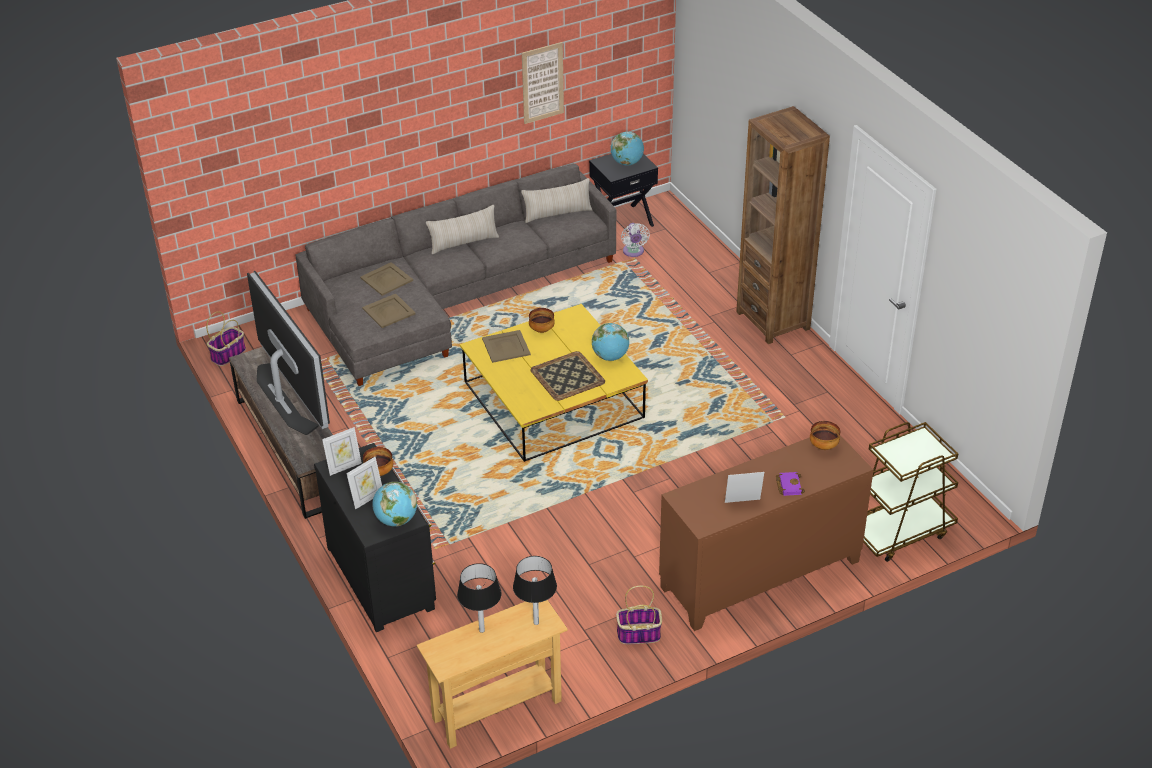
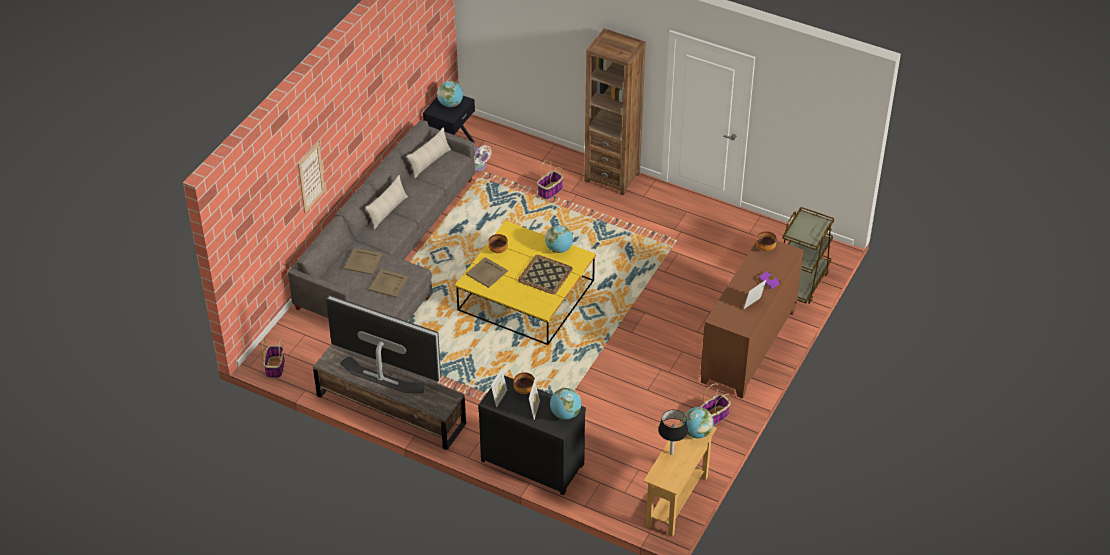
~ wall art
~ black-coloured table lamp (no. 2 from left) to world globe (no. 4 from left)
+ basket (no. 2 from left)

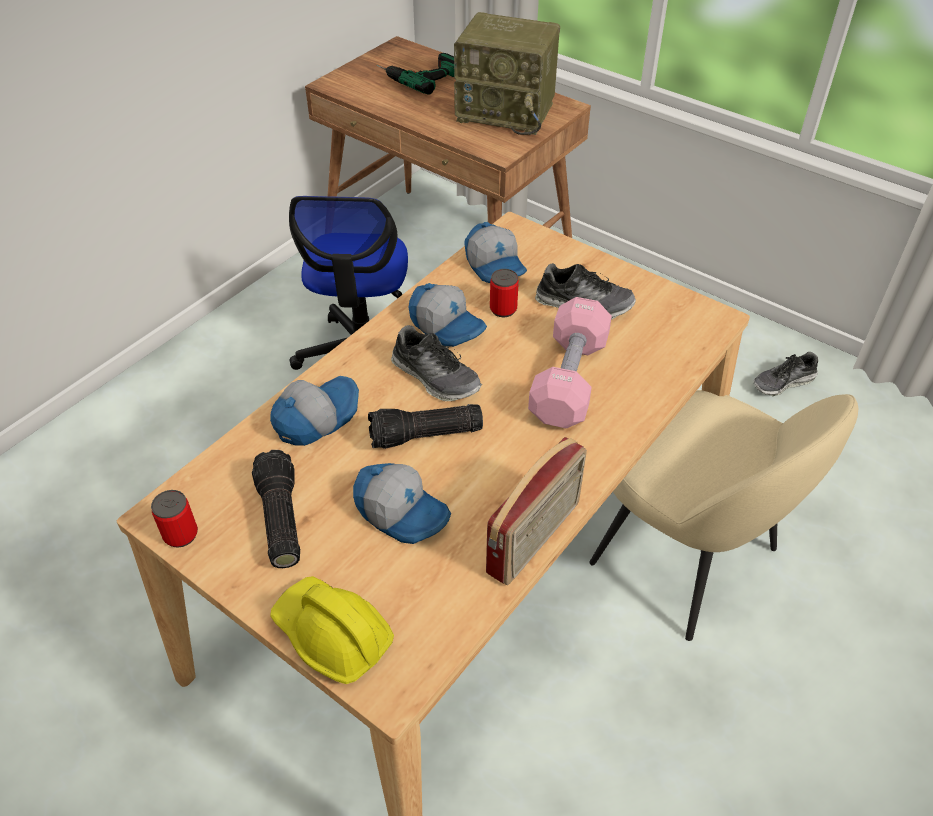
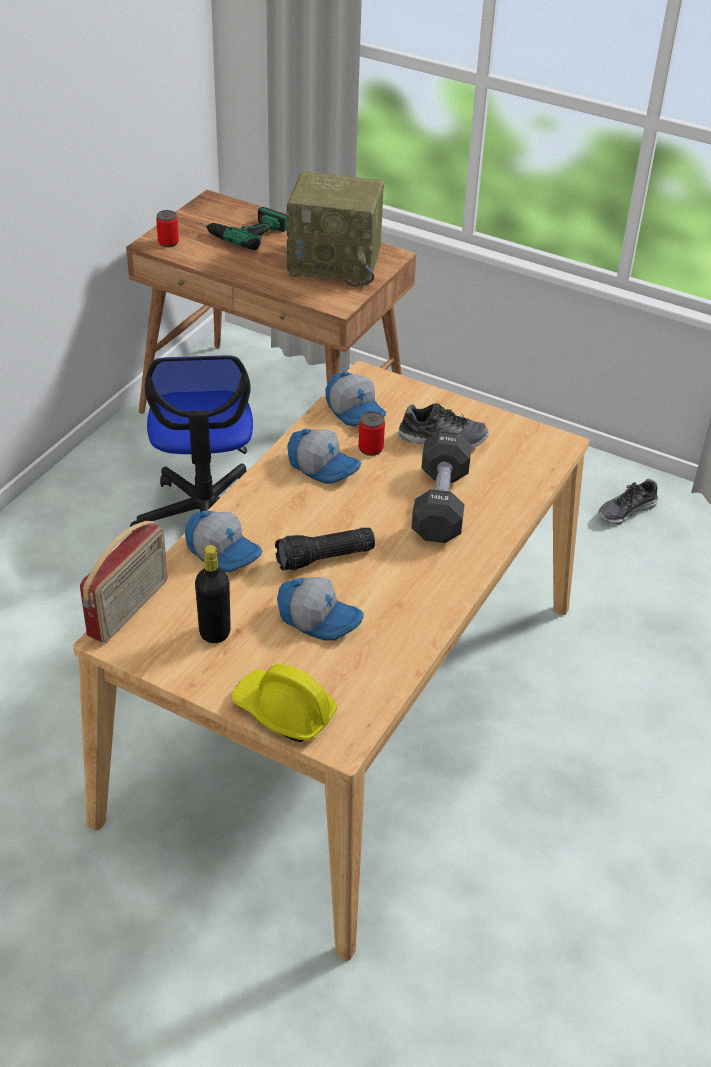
~ pink free weight to black-coloured free weight
- low shoe (no. 1 from left)
~ peaked cap (no. 1 from left) 90 degrees clockwise
- sand-coloured chair
~ radio set (no. 2 from left in the first image) to radio set (no. 1 from left)
~ torch (no. 1 from left) to black-coloured bottle
~ can (no. 1 from left)

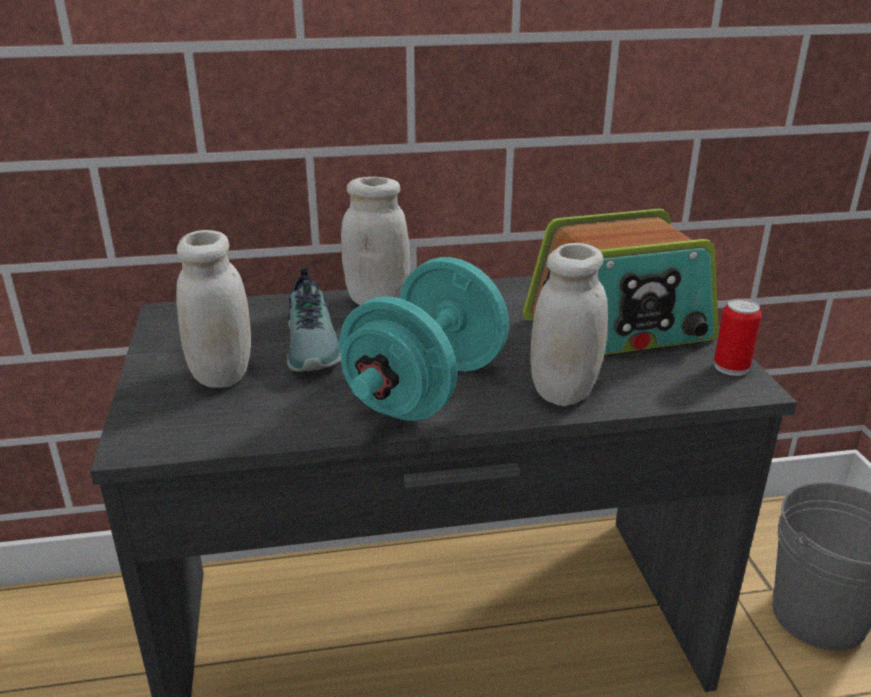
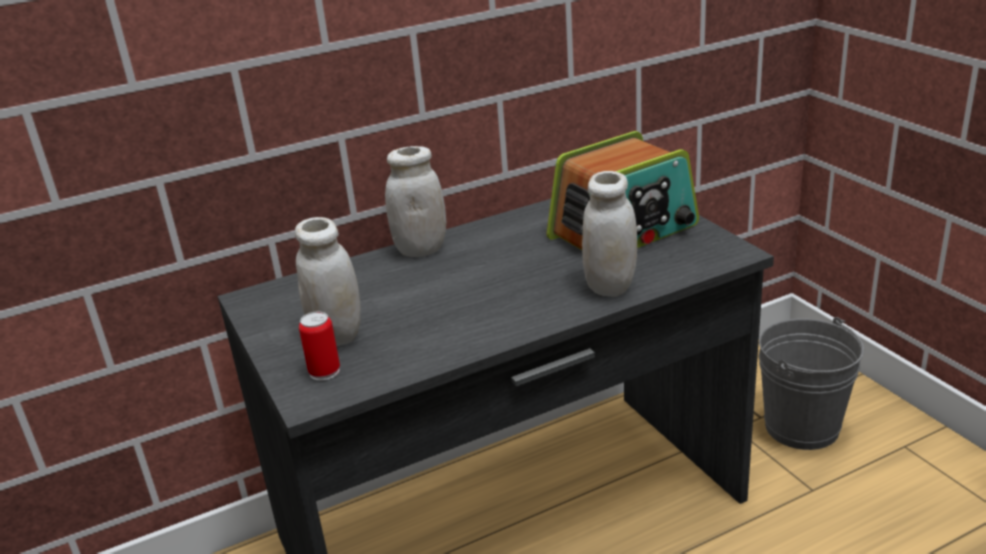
- blue-green free weight
- low shoe
~ can

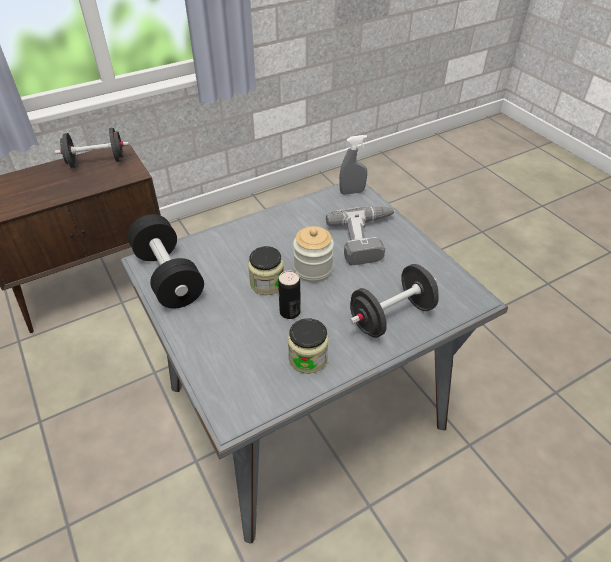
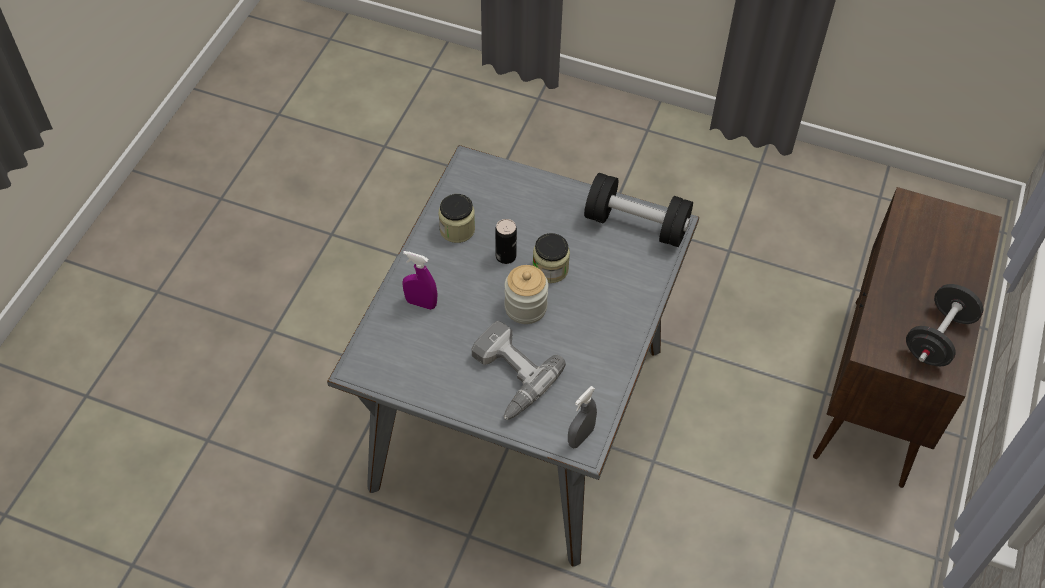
~ black-coloured free weight (no. 3 from left) to purple-coloured hand sprayer

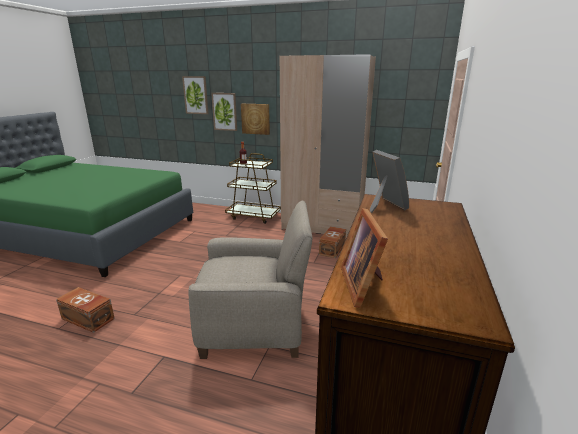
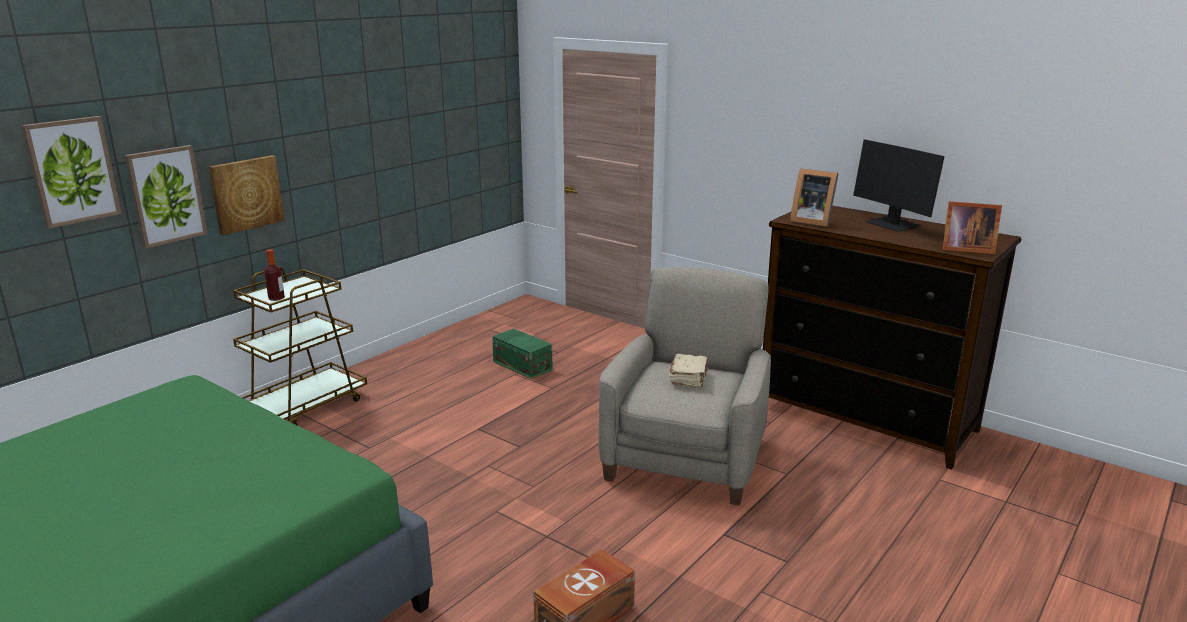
- sand-coloured armoire
~ standing frame (no. 2 from left in the first image) 150 degrees counterclockwise
~ brownish storage box (no. 2 from left) to greenish storage box
+ computer display
+ sand-coloured book

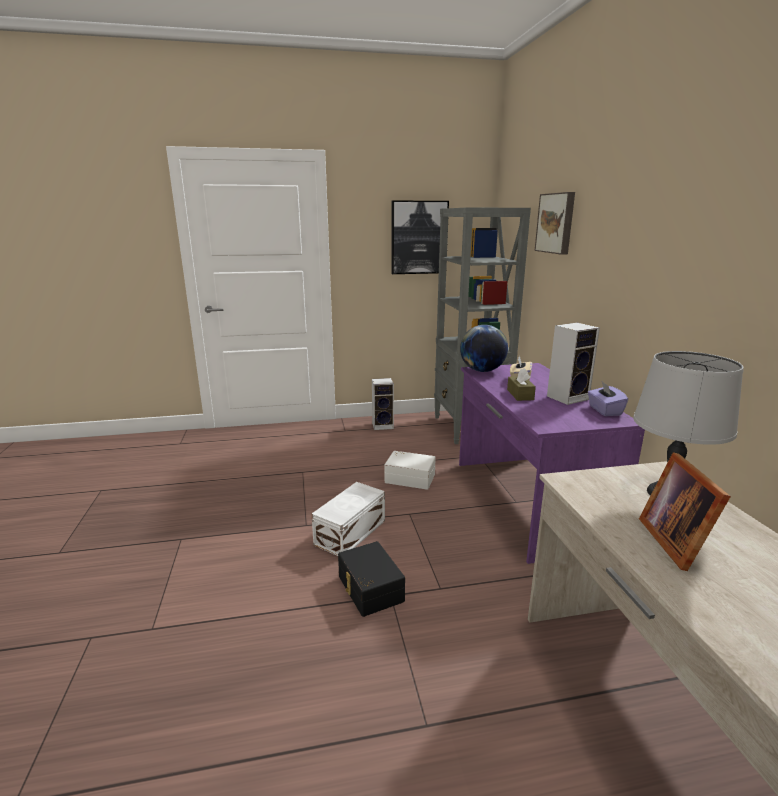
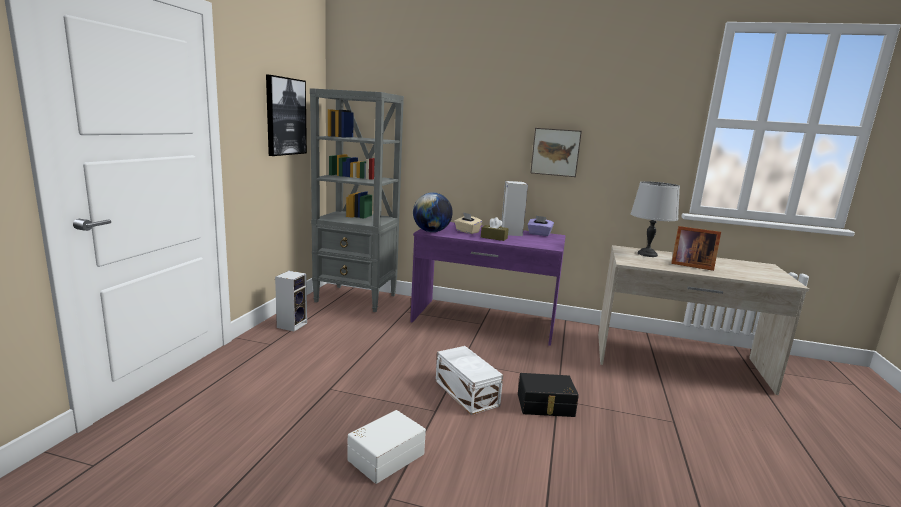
~ wall art (no. 2 from left)
~ whitish storage box (no. 2 from left in the first image) to whitish storage box (no. 1 from left)

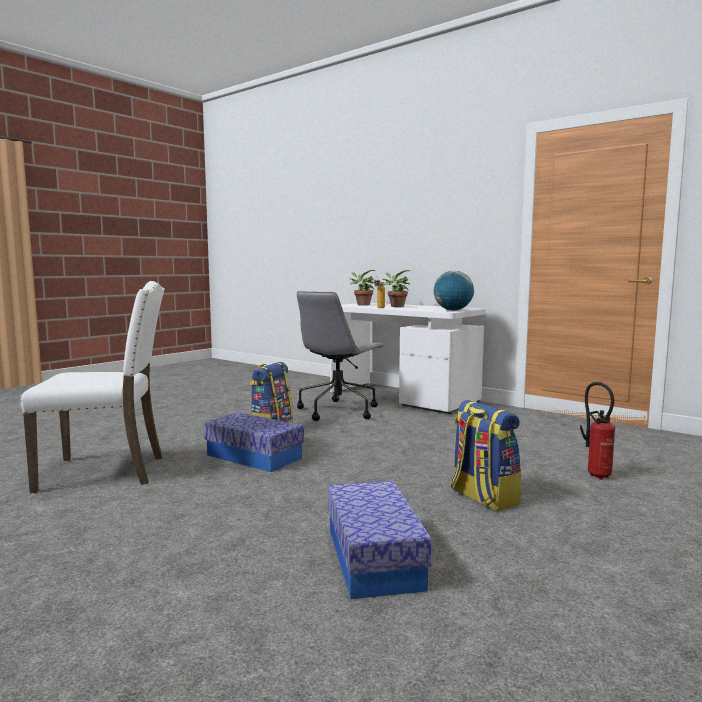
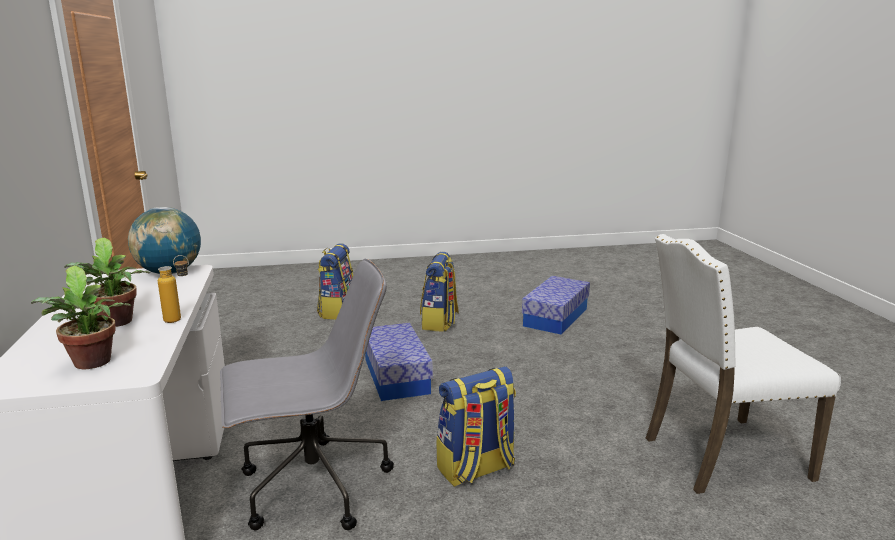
~ whitish chair 45 degrees counterclockwise
~ fire extinguisher to knapsack (no. 1 from left)
~ storage box (no. 1 from left)

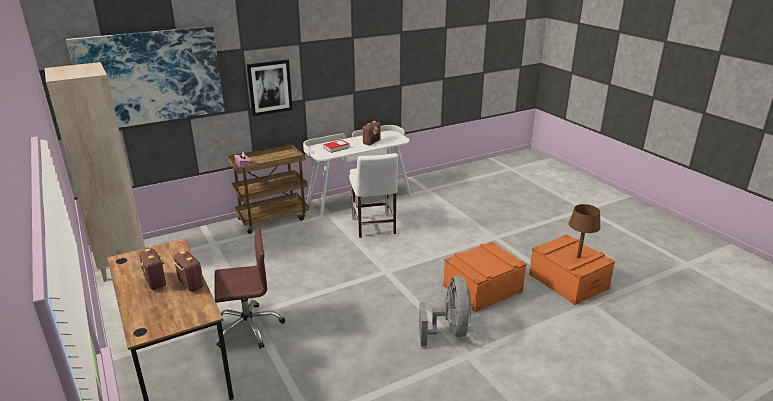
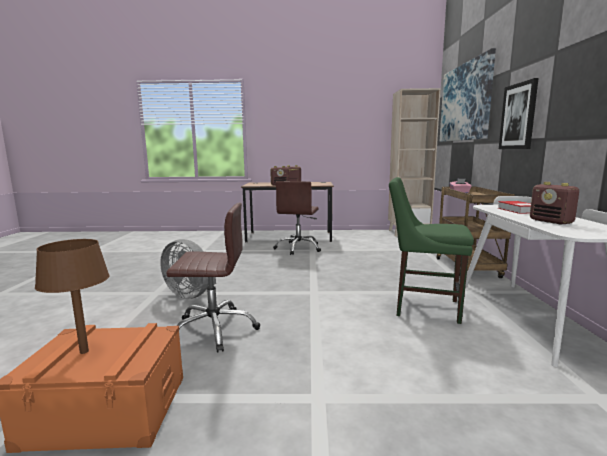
~ whitish chair to greenish chair
~ orange storage box (no. 1 from left) to brownish desk chair (no. 1 from left)

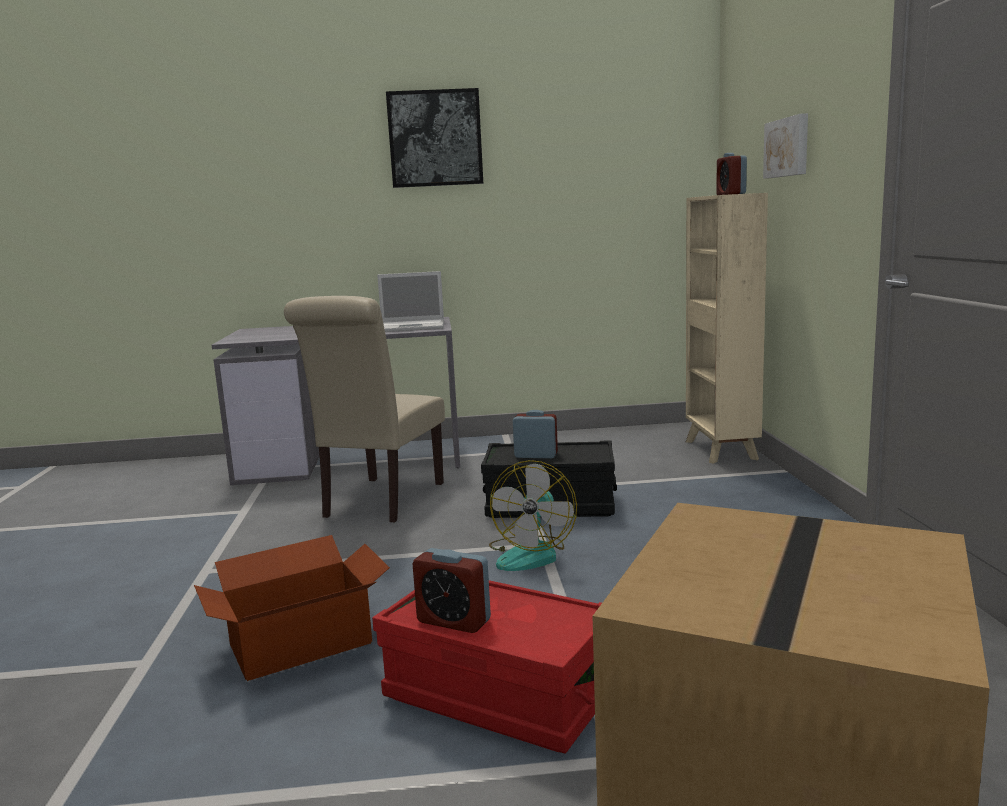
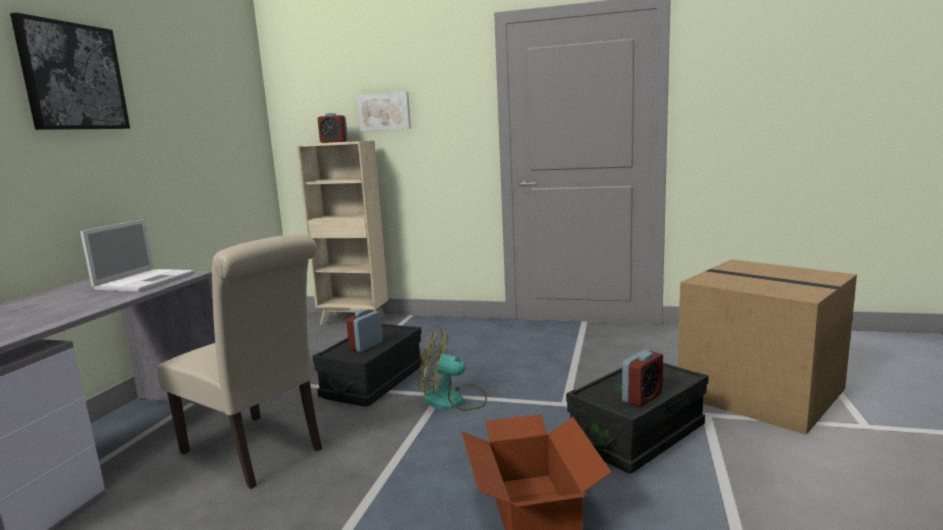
~ fan 150 degrees clockwise
~ reddish storage box to black-coloured storage box (no. 2 from left)

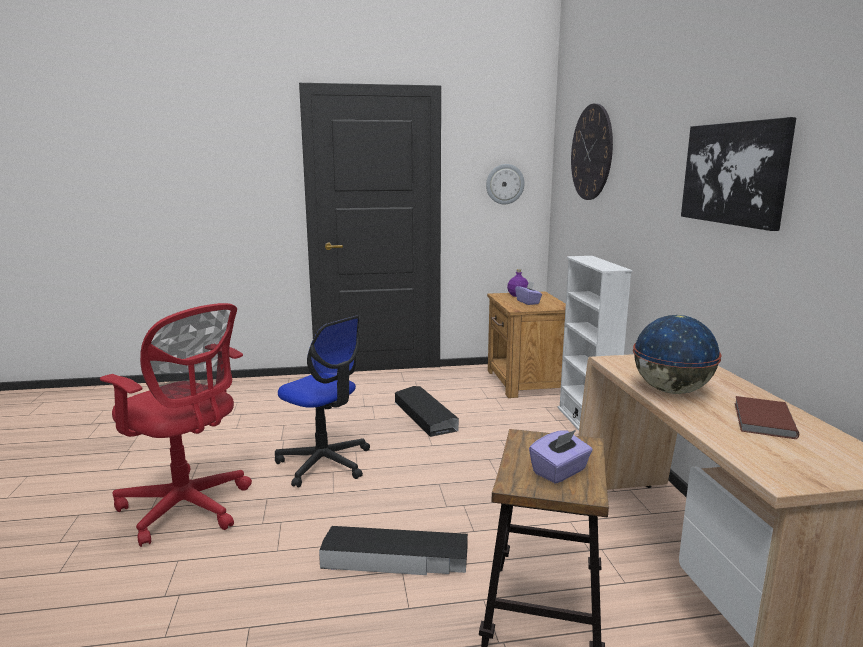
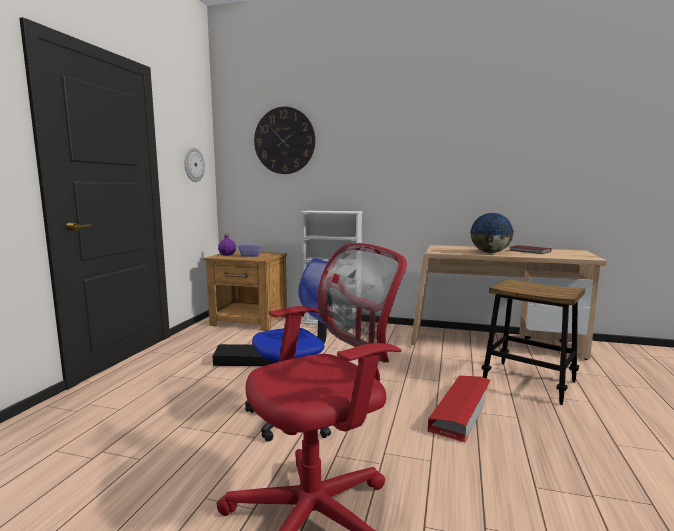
- wall art
- purple-coloured tissue holder (no. 2 from left)
~ black-coloured storage box (no. 1 from left) to reddish storage box

